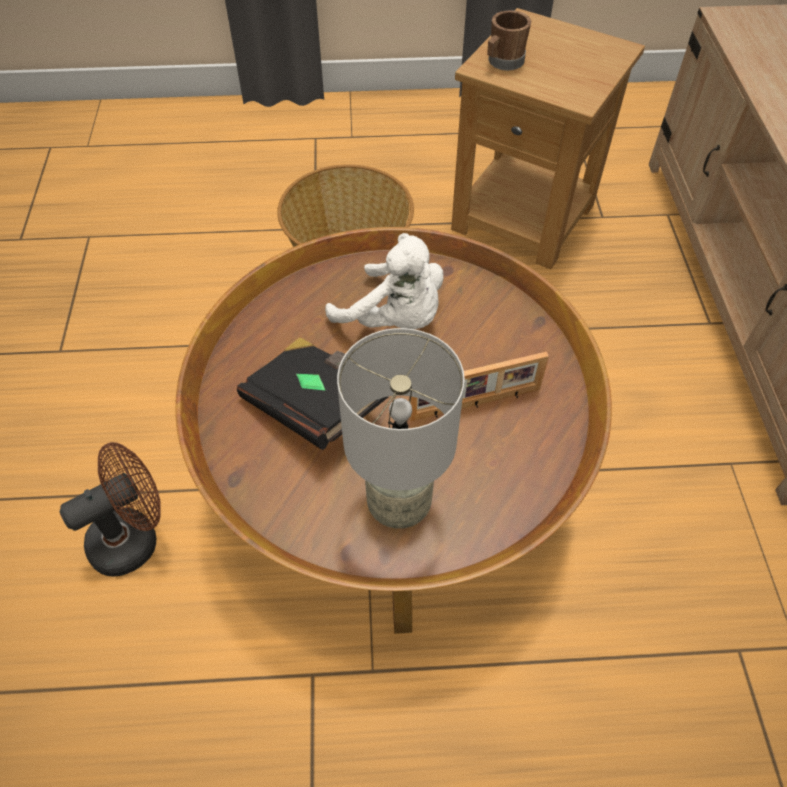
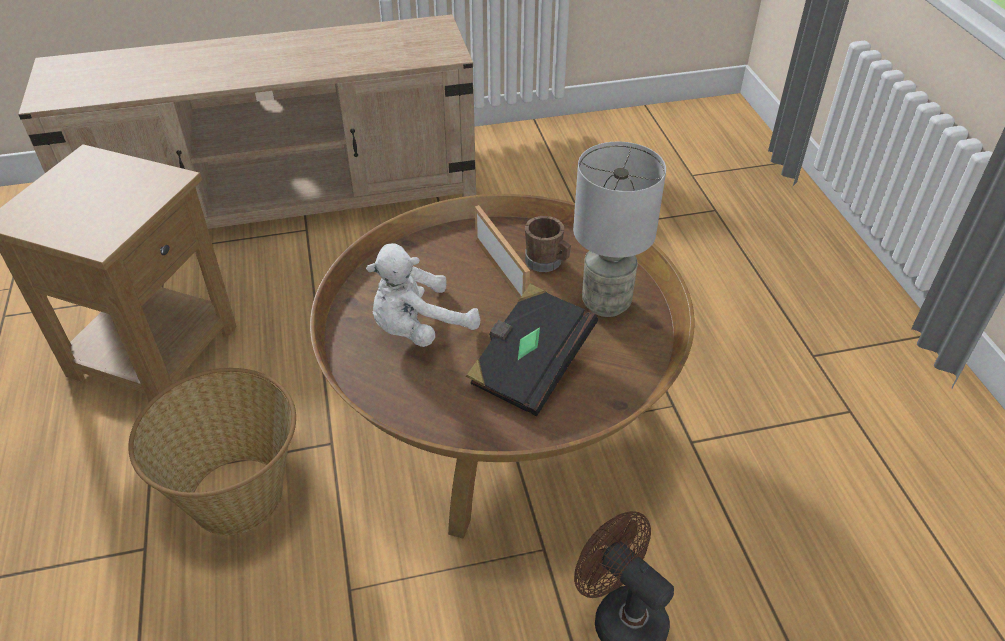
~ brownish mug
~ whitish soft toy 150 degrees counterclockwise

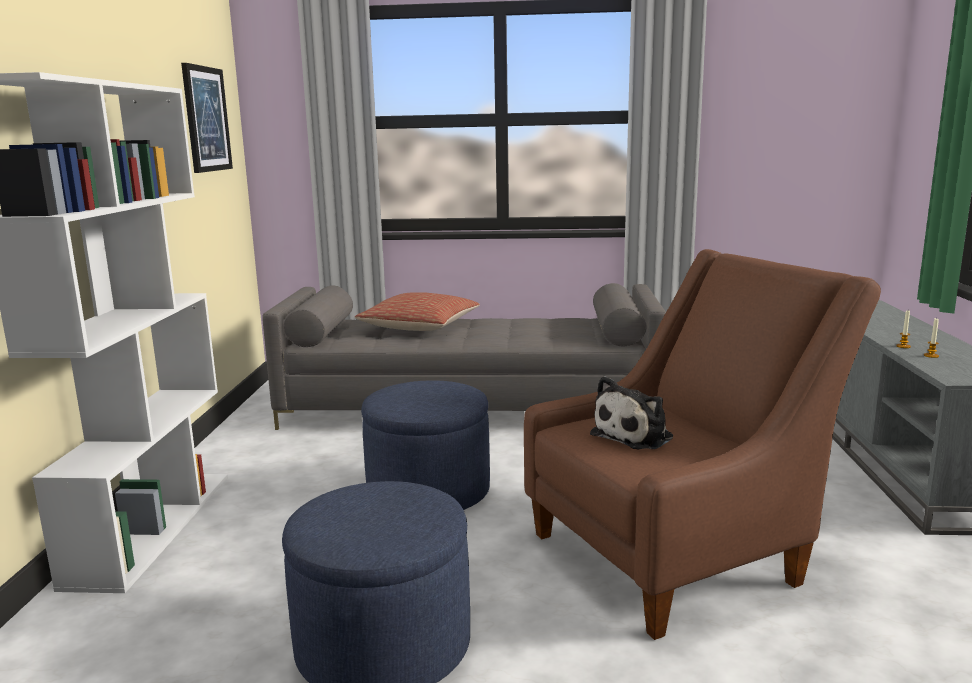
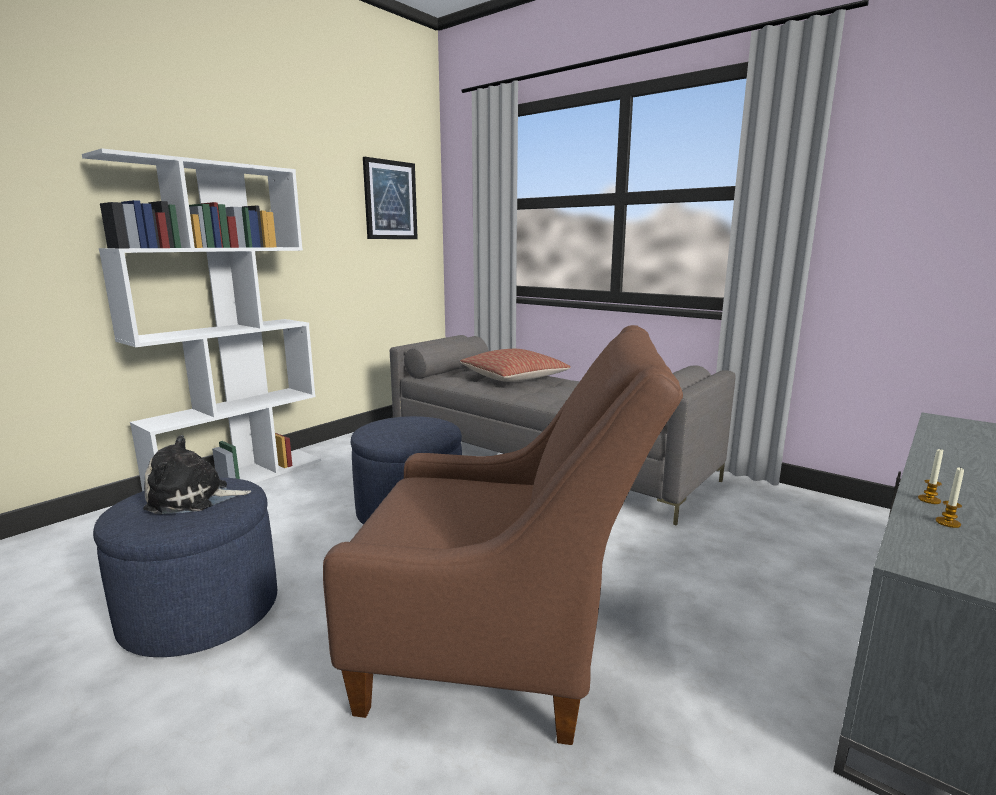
~ soft toy

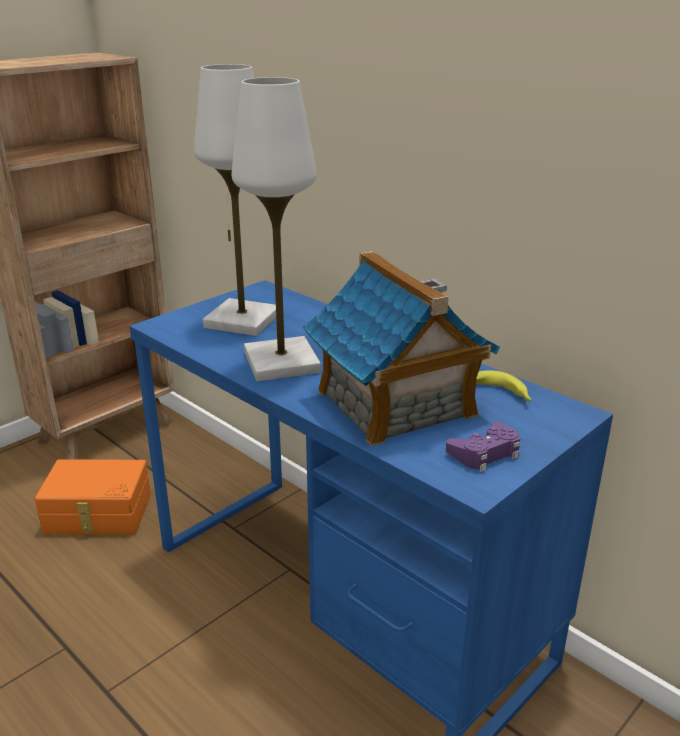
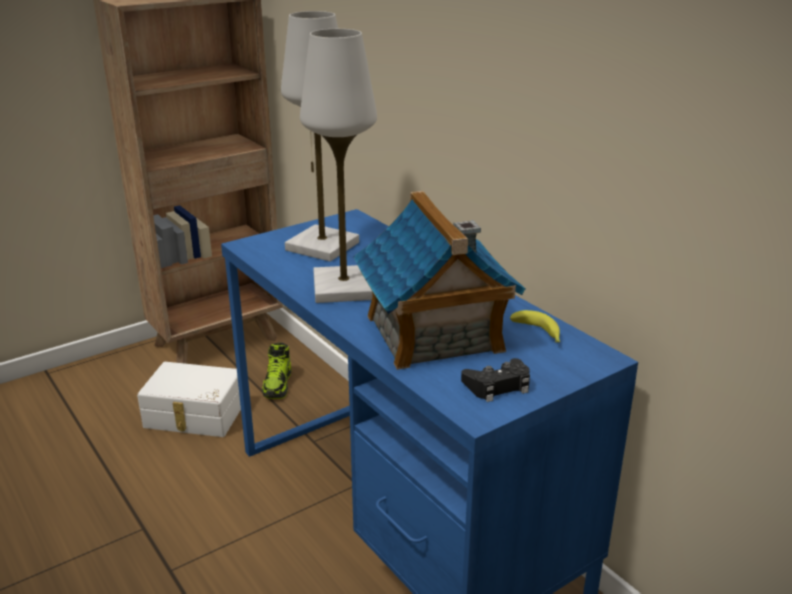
~ purple-coloured joypad to black-coloured joypad
~ orange storage box to whitish storage box
+ low shoe

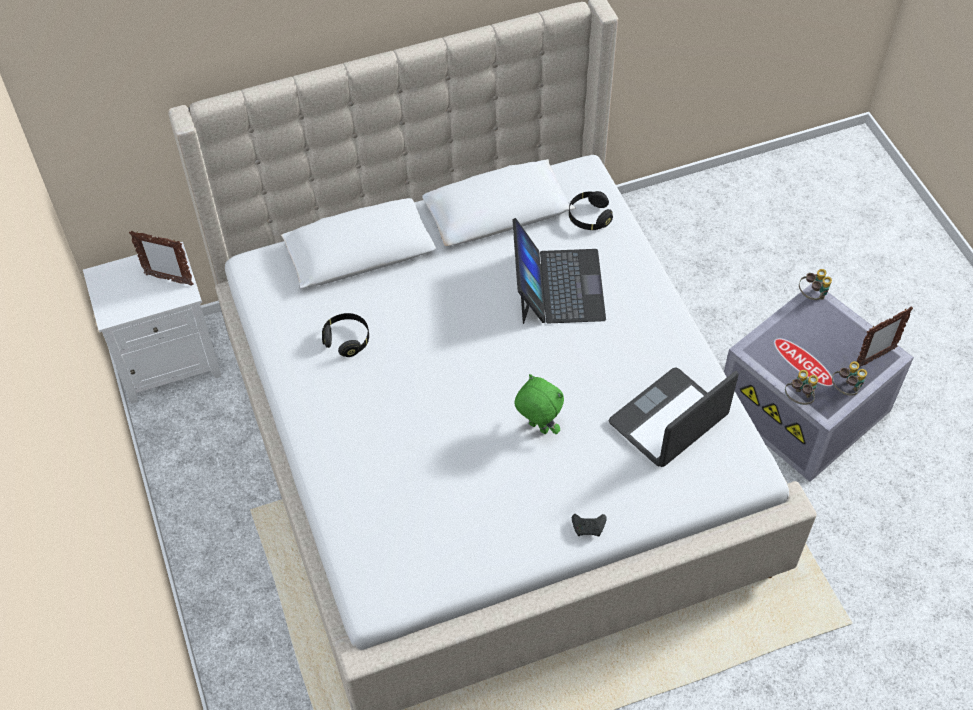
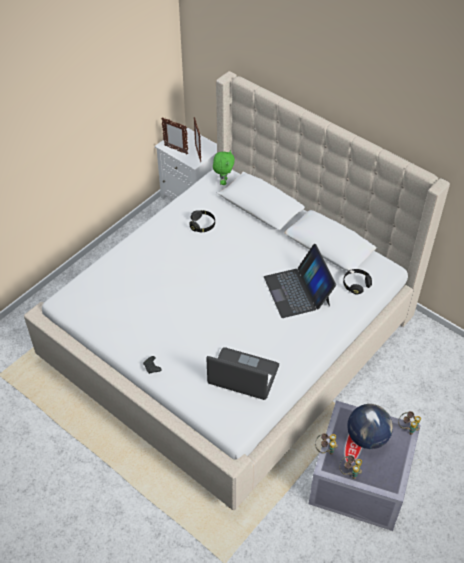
~ notebook computer (no. 1 from left in the first image) 105 degrees clockwise
~ standing frame (no. 2 from left in the first image) to standing frame (no. 1 from left)
~ greenish soft toy
+ world globe

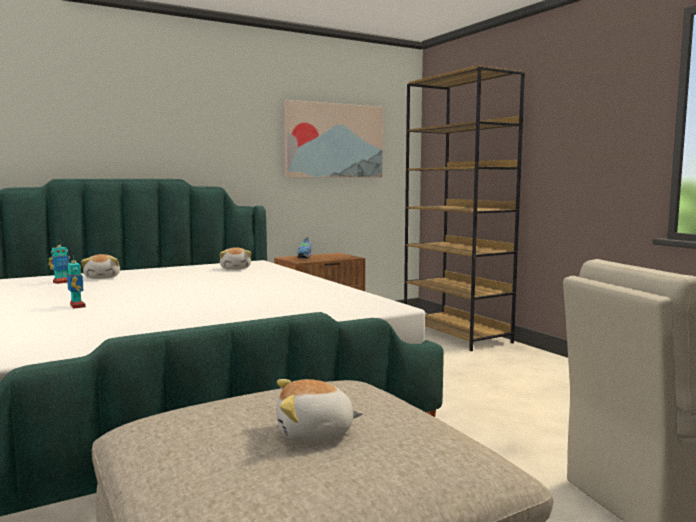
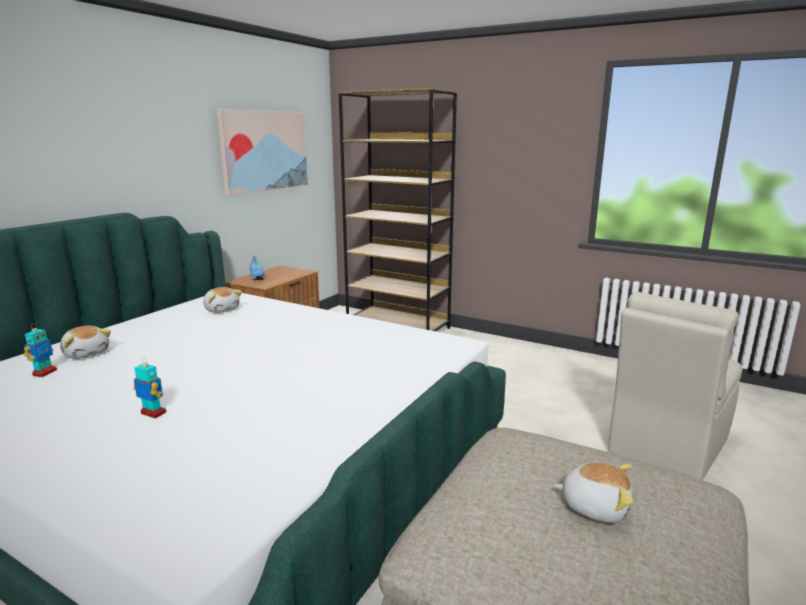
~ soft toy (no. 3 from left) 120 degrees counterclockwise

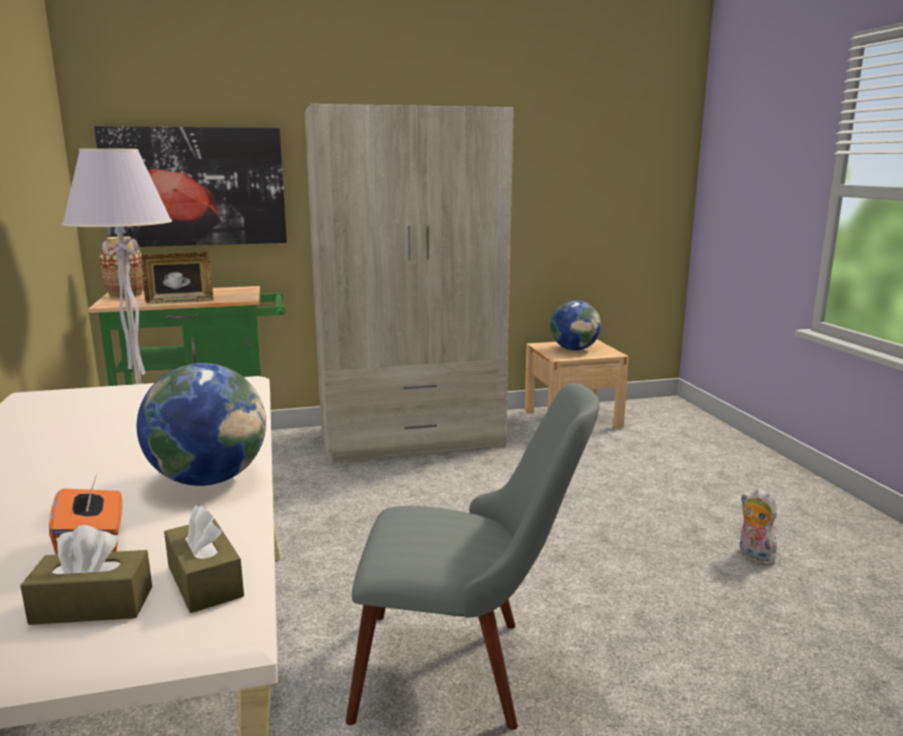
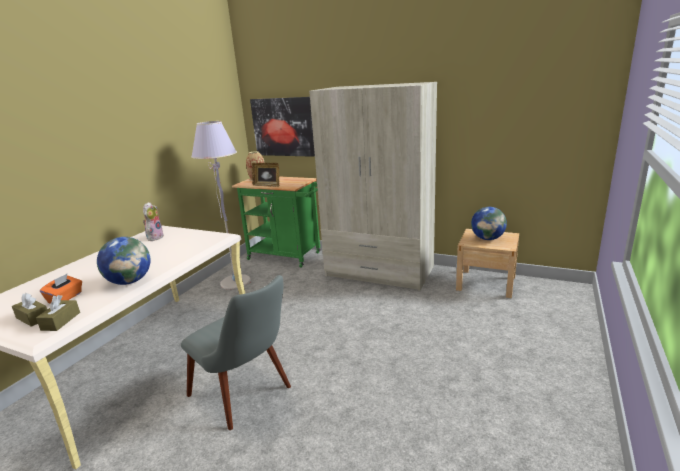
~ soft toy

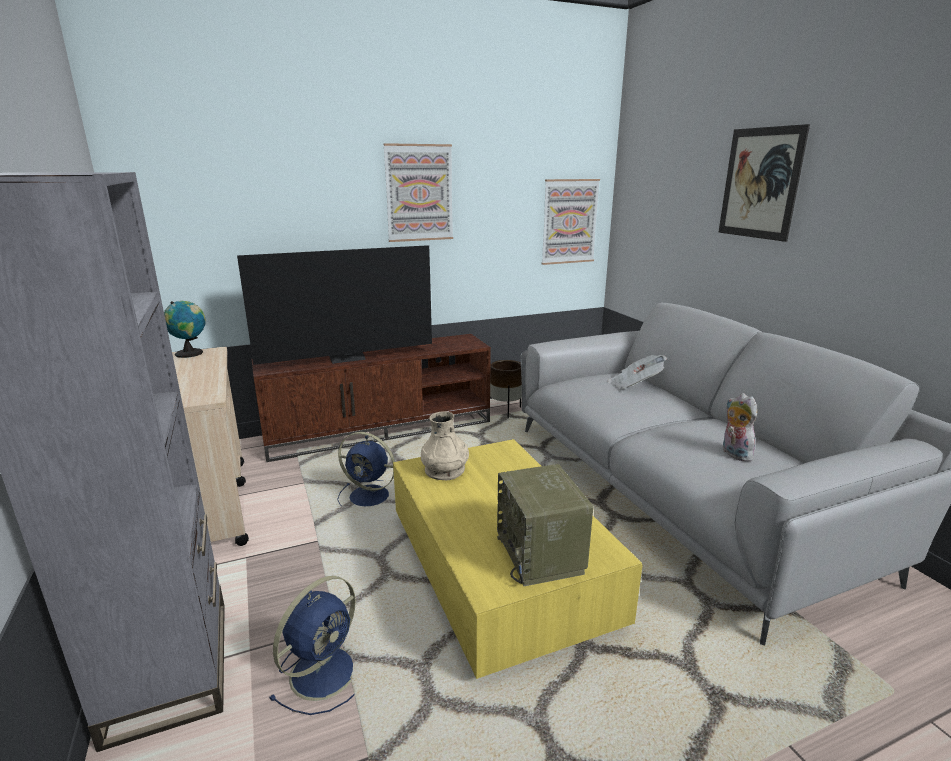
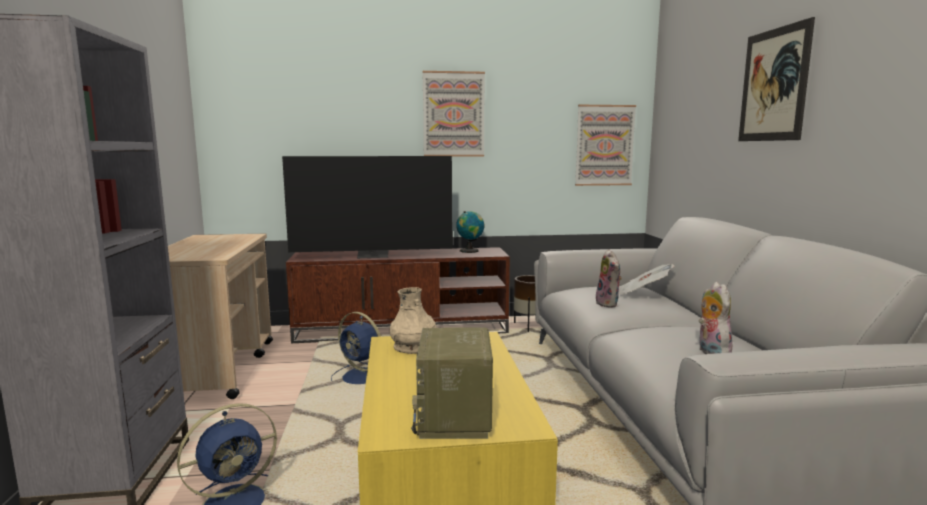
~ world globe
+ soft toy (no. 1 from left)

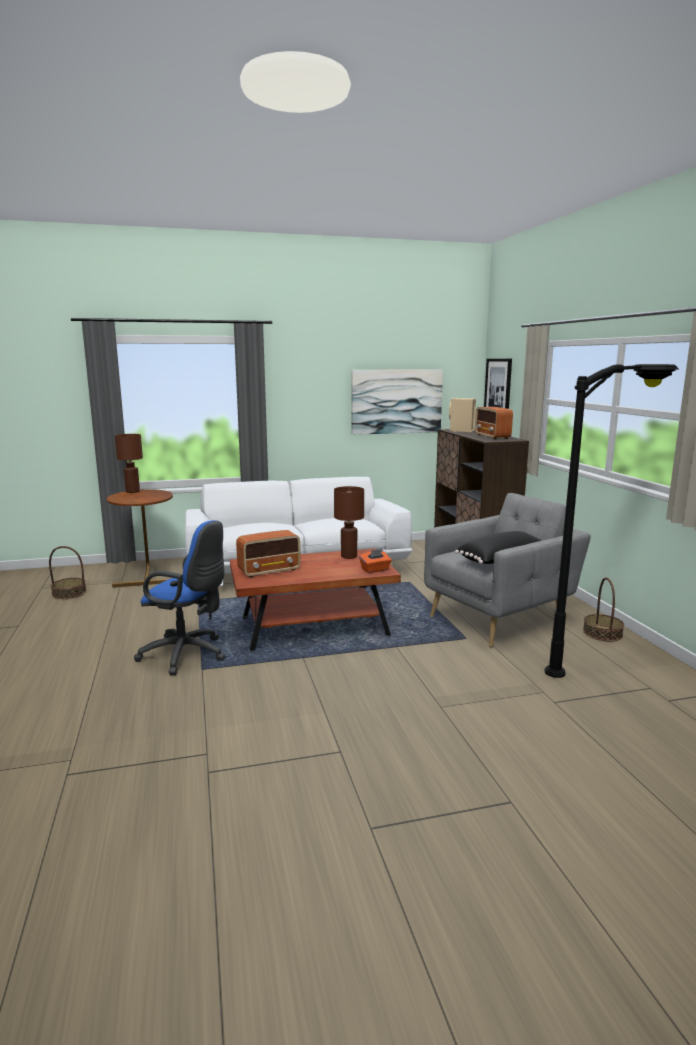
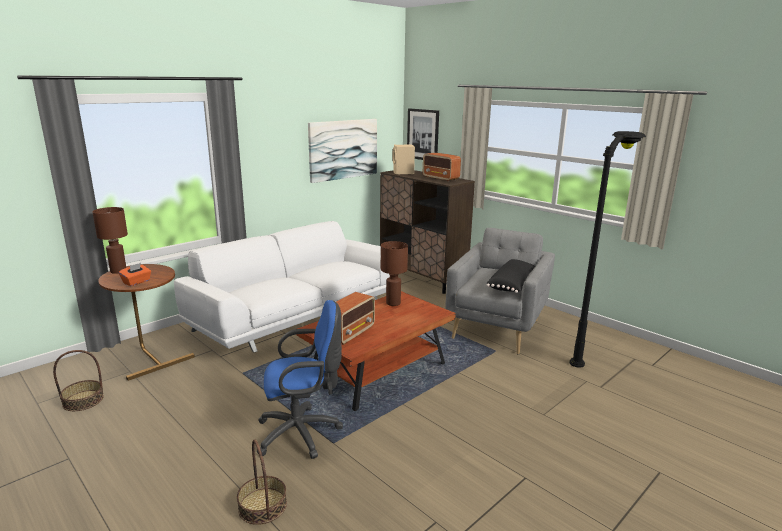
~ orange tissue holder
~ basket (no. 2 from left)

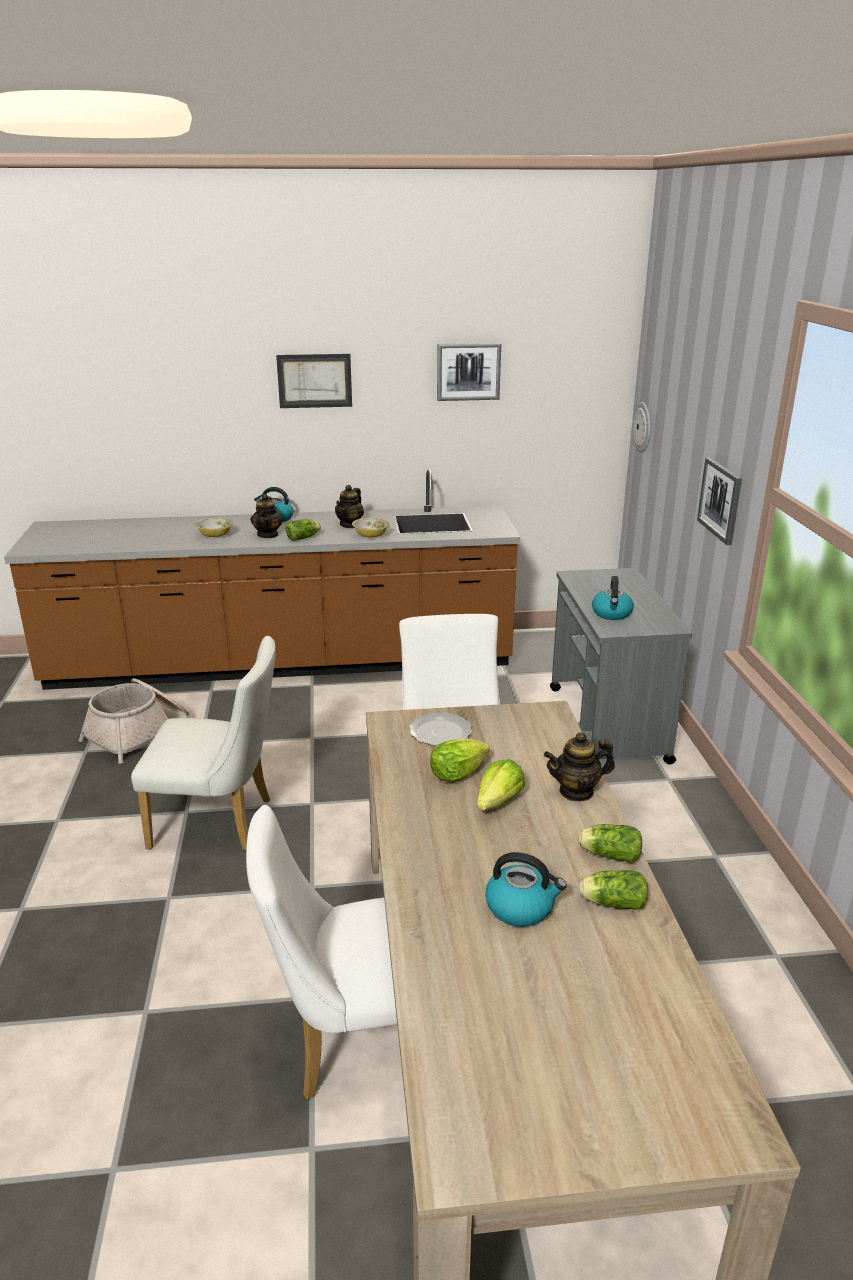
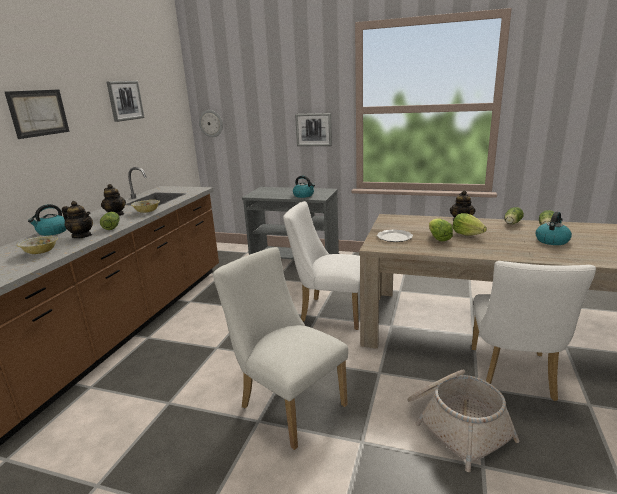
~ whitish chair (no. 1 from left) 75 degrees counterclockwise
~ basket

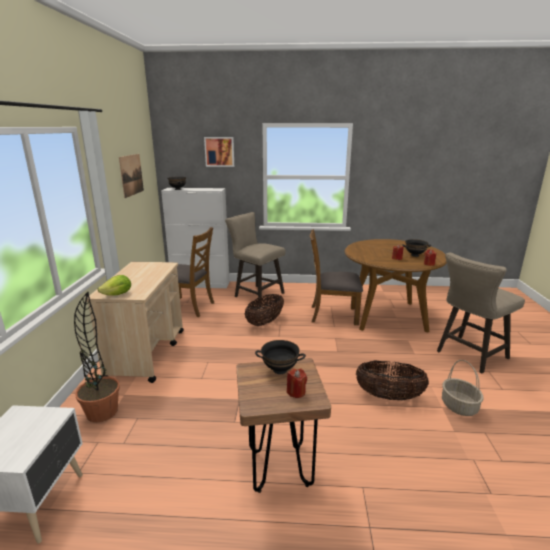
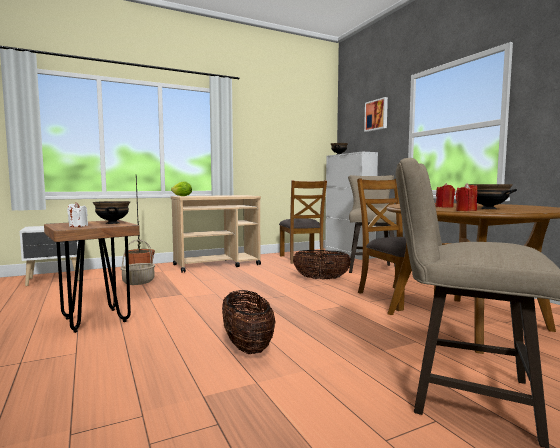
- wall art (no. 1 from left)
~ basket (no. 3 from left in the first image) to basket (no. 1 from left)
~ reddish candle (no. 1 from left) to whitish candle

